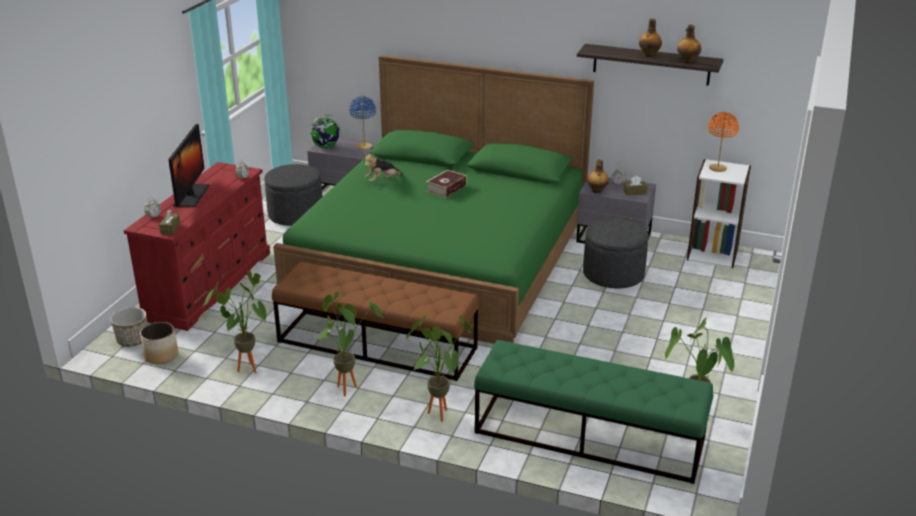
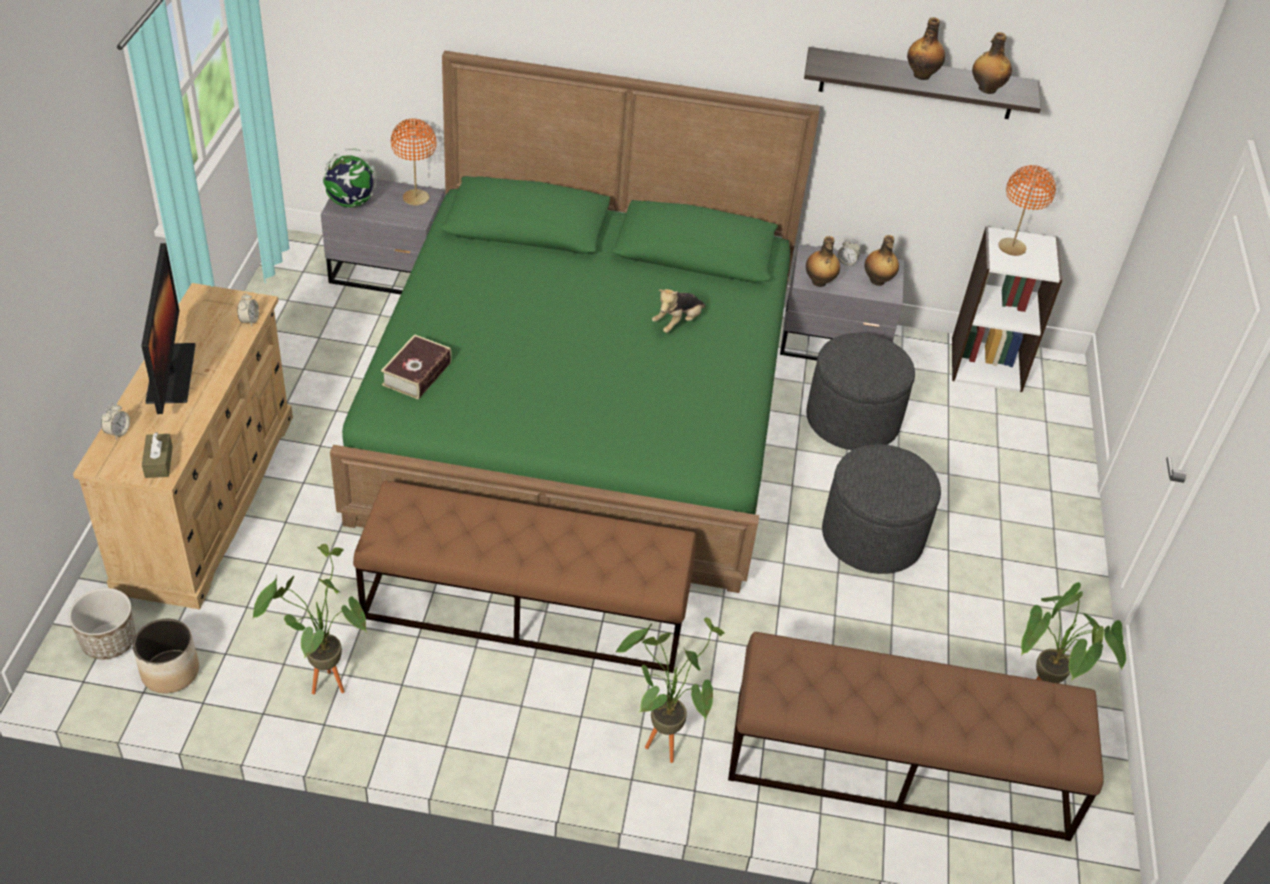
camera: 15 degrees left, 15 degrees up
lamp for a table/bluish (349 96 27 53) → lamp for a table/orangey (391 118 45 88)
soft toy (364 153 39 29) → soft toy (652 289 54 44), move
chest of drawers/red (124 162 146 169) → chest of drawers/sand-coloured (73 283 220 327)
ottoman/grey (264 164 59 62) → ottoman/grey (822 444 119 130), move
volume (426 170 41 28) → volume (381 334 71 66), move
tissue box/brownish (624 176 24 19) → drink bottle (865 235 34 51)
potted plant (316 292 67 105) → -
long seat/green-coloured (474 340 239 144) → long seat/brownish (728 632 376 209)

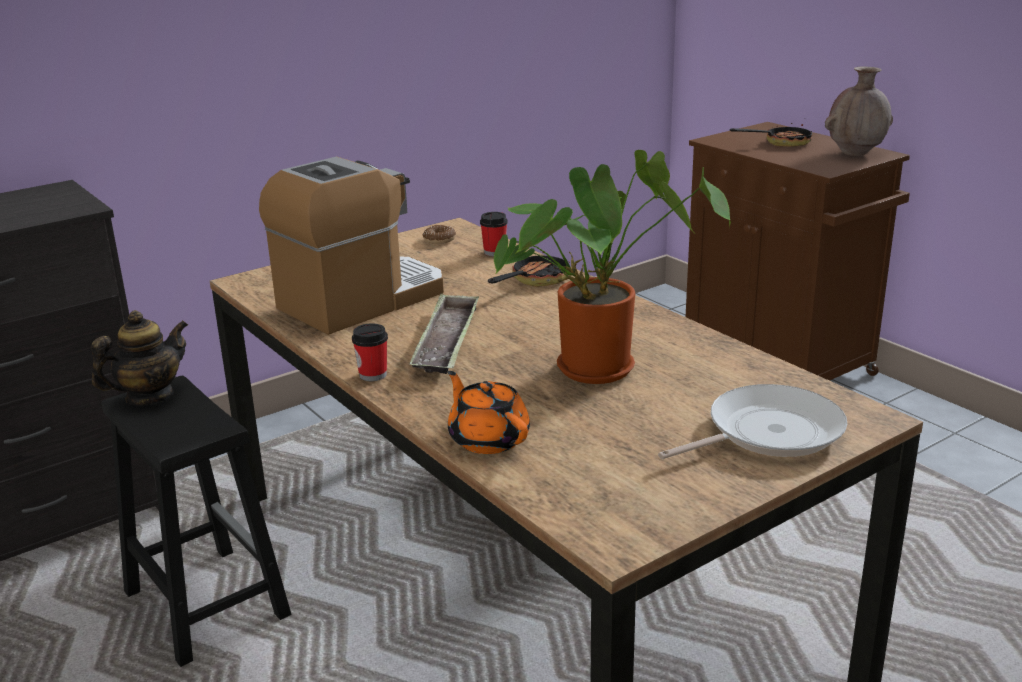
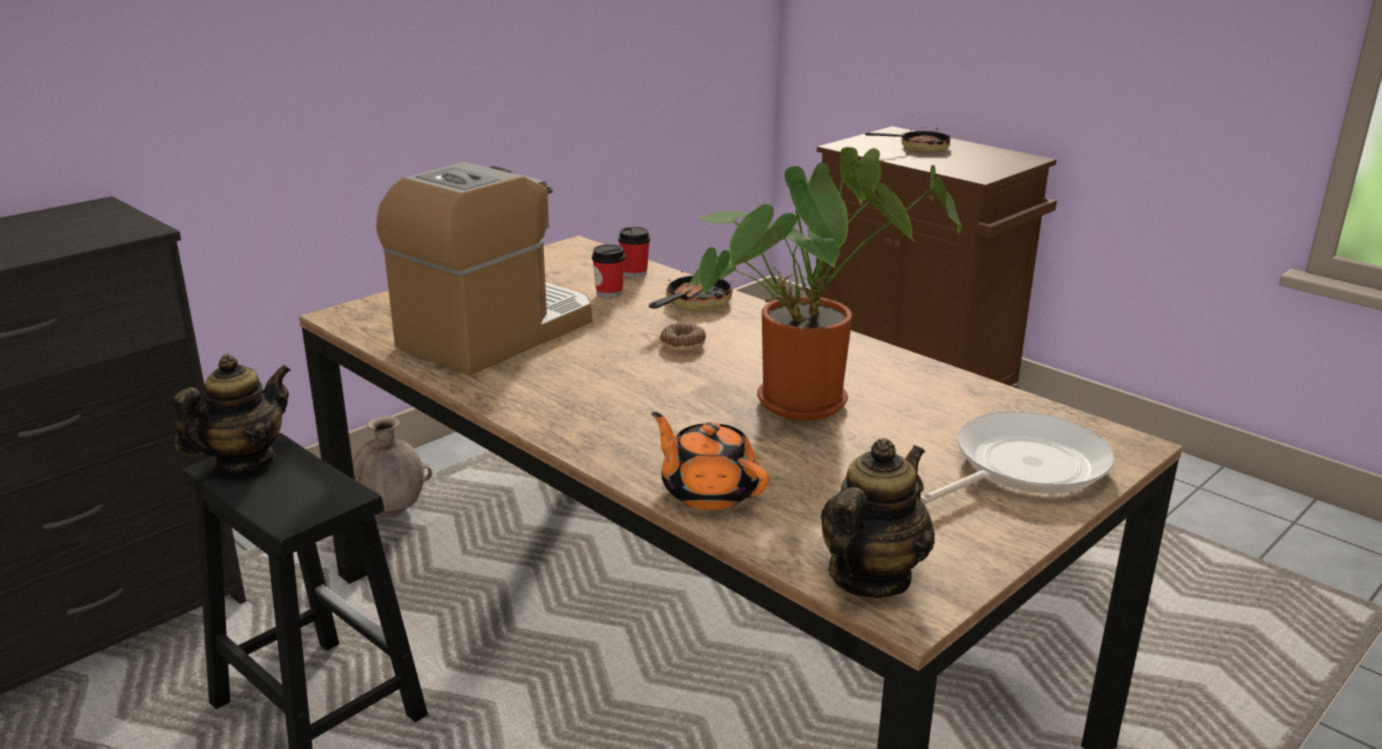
camera: 10 degrees left, 0 degrees up
flower vase/brownish (825 67 68 89) → flower vase/brownish (353 416 79 102), move
donut (423 225 33 19) → donut (660 323 46 28), move
carrying tray (409 293 70 81) → -
drinking cup (352 323 36 58) → drinking cup (592 244 34 54), move
- → pot for tea (821 438 114 160)

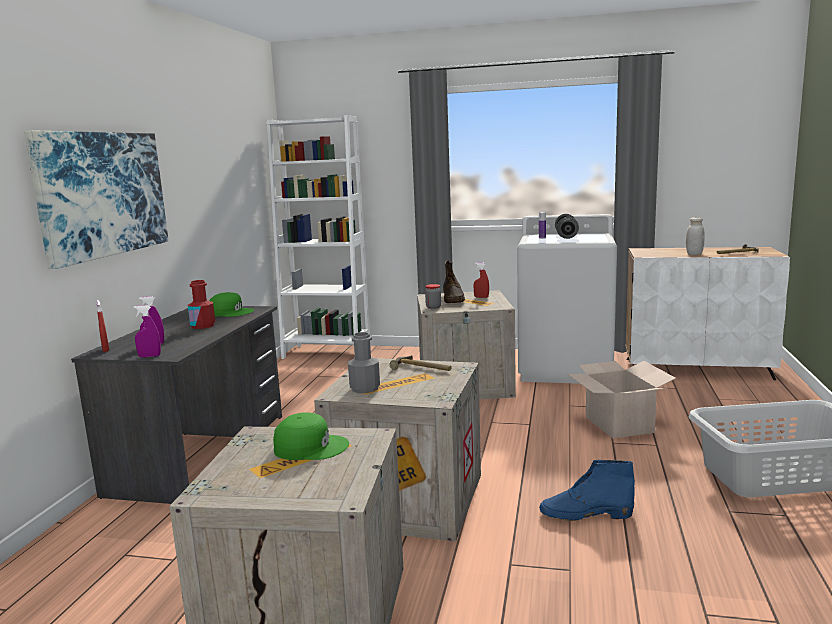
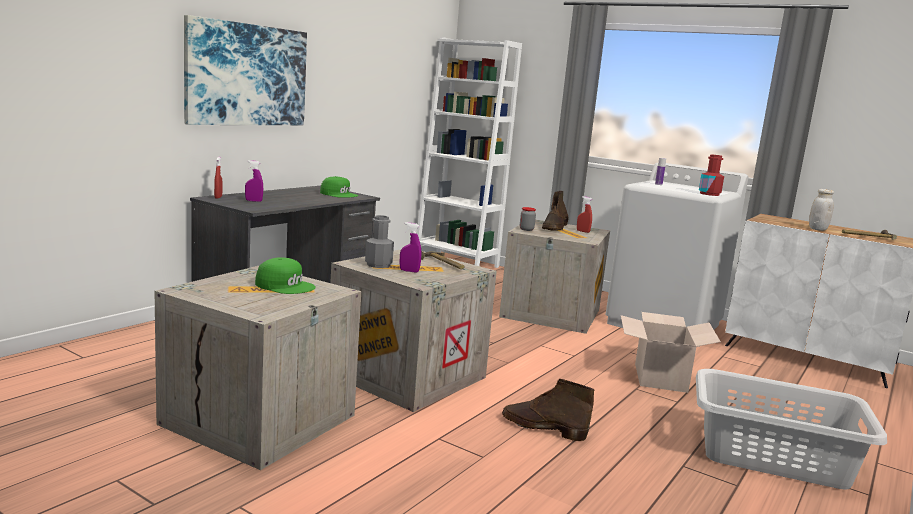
camera: 20 degrees right, 0 degrees up
free weight/grey (555 214 24 25) → -
drink bottle/red (188 280 27 49) → drink bottle/red (699 154 25 42), move
sprayer/purple-coloured (133 305 28 52) → sprayer/purple-coloured (399 222 22 51), move
boot/bluish (539 460 96 61) → boot/brownish (502 379 92 62)

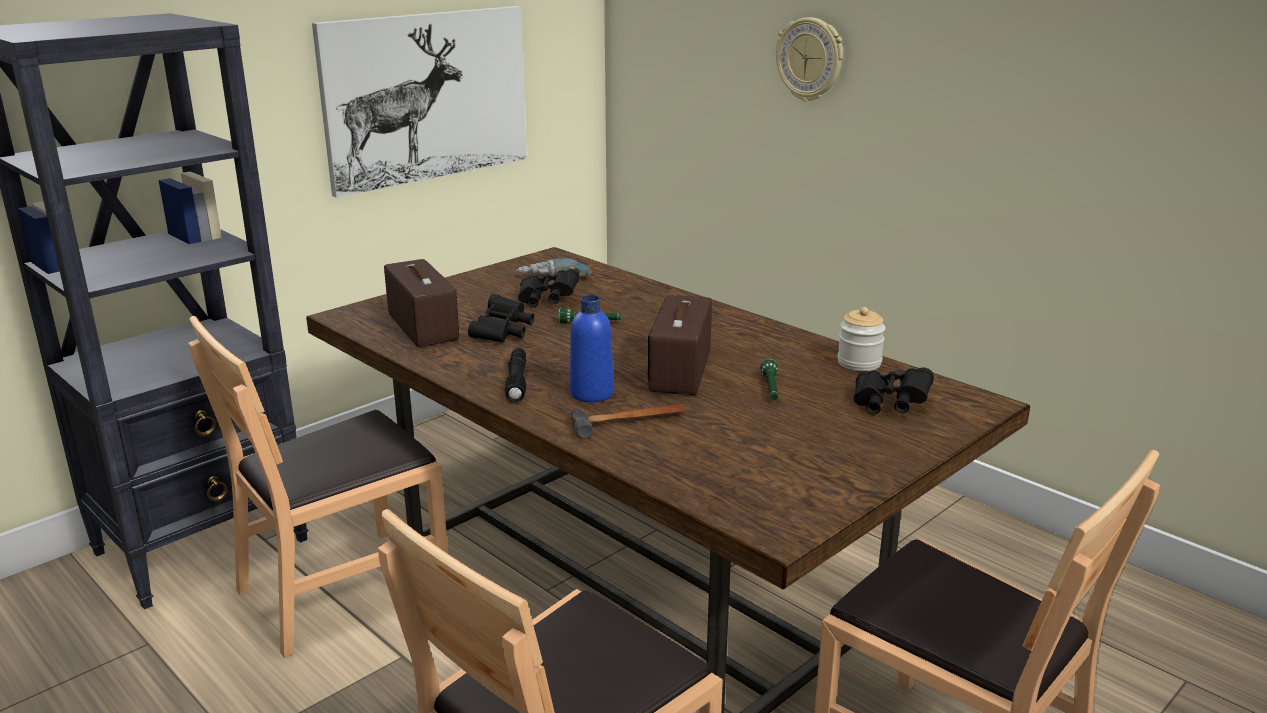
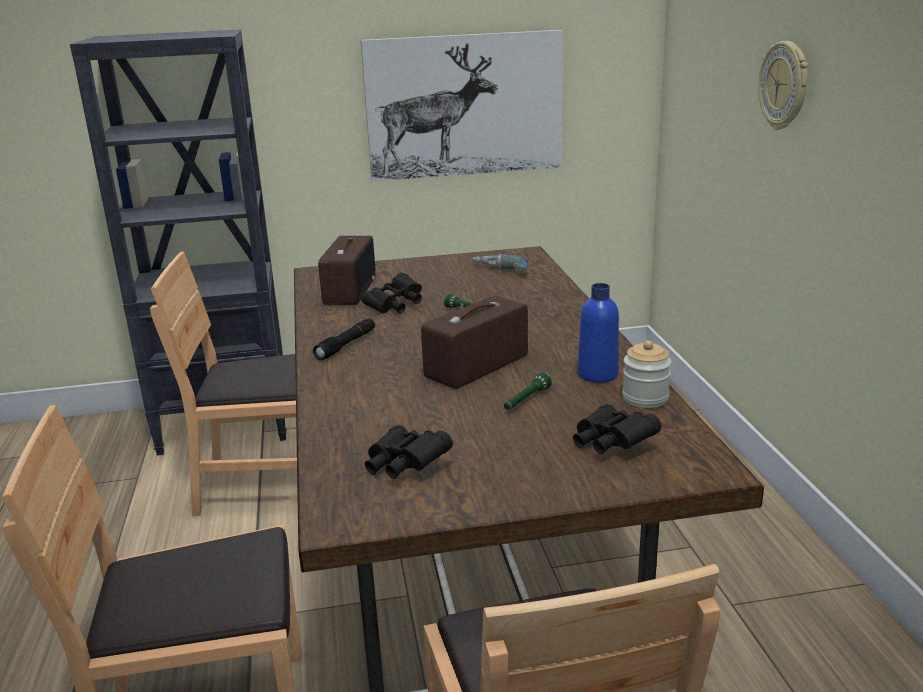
camera: 35 degrees right, 0 degrees up
pair of binoculars/black (518 269 62 39) → pair of binoculars/black (365 425 88 54), move
drink bottle/bluish (570 295 44 107) → drink bottle/bluish (578 283 41 100), move
hand hammer (571 404 114 35) → -

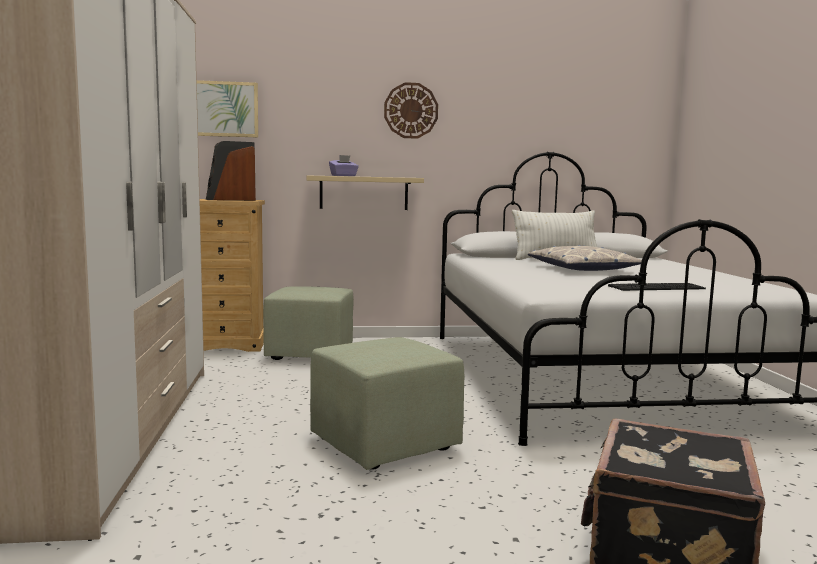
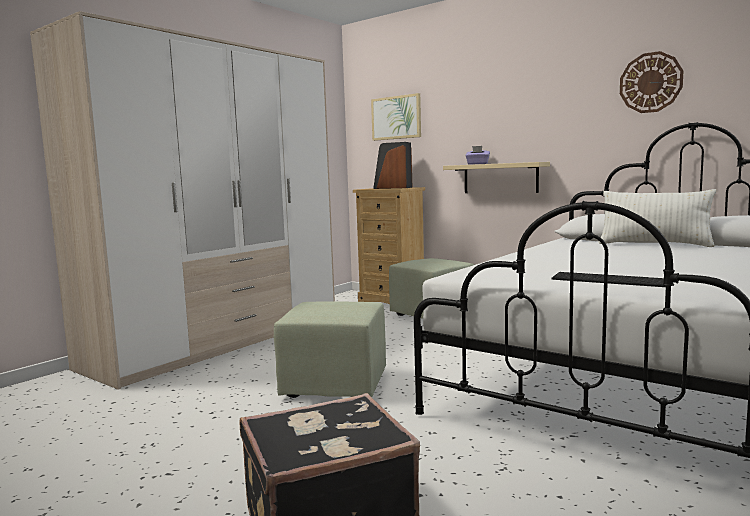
camera: 45 degrees right, 0 degrees up
clock on the wall (384 82 54 57) → clock on the wall (620 51 63 62), move
pillow (528 245 114 26) → -

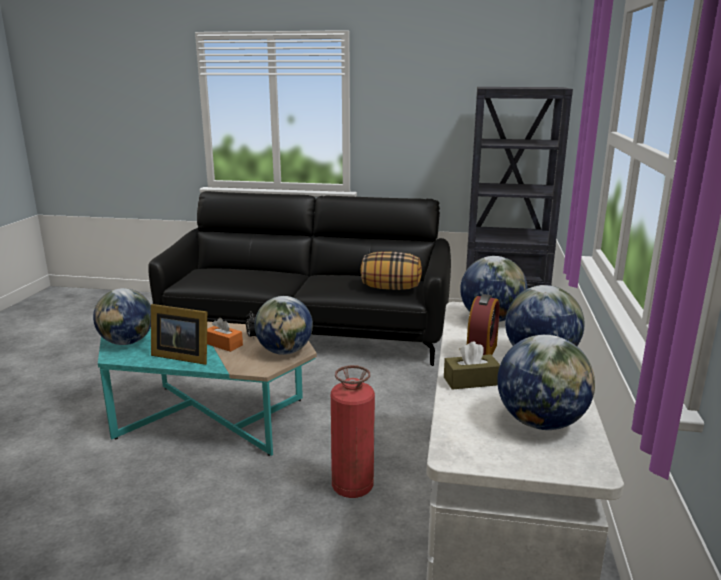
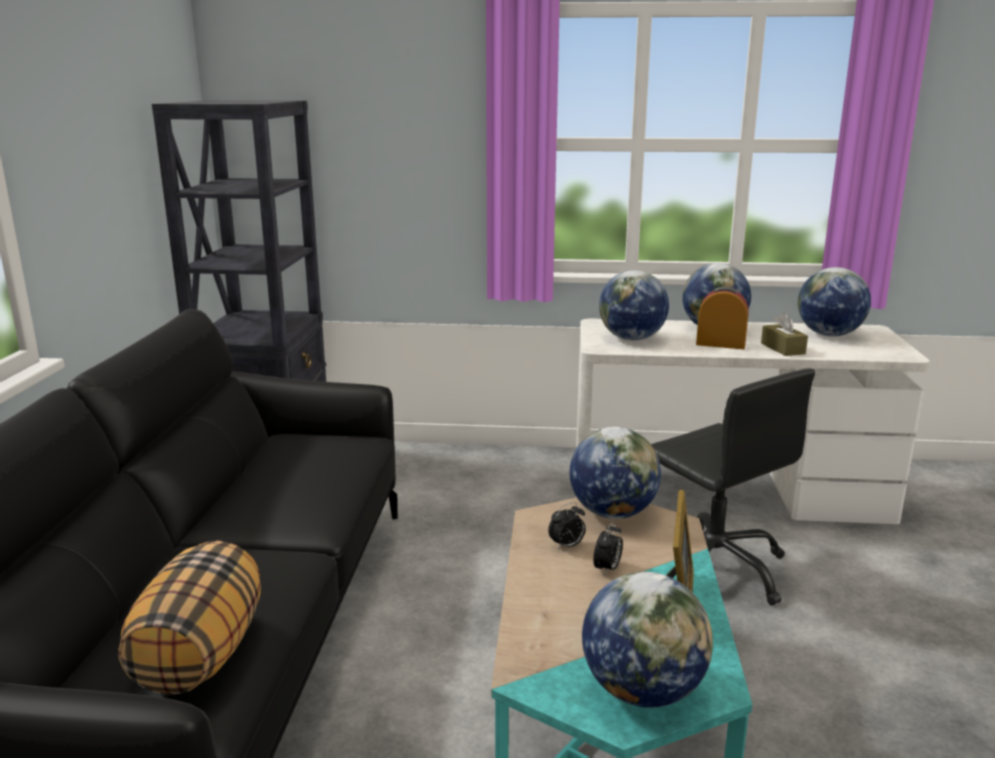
camera: 95 degrees left, 0 degrees up
pillow (361 251 61 39) → pillow (118 540 143 155), move
tissue box/orangey (207 318 36 34) → table clock (593 522 30 52)
fire-fighting cylinder (331 365 44 133) → office chair/black (651 368 164 238)

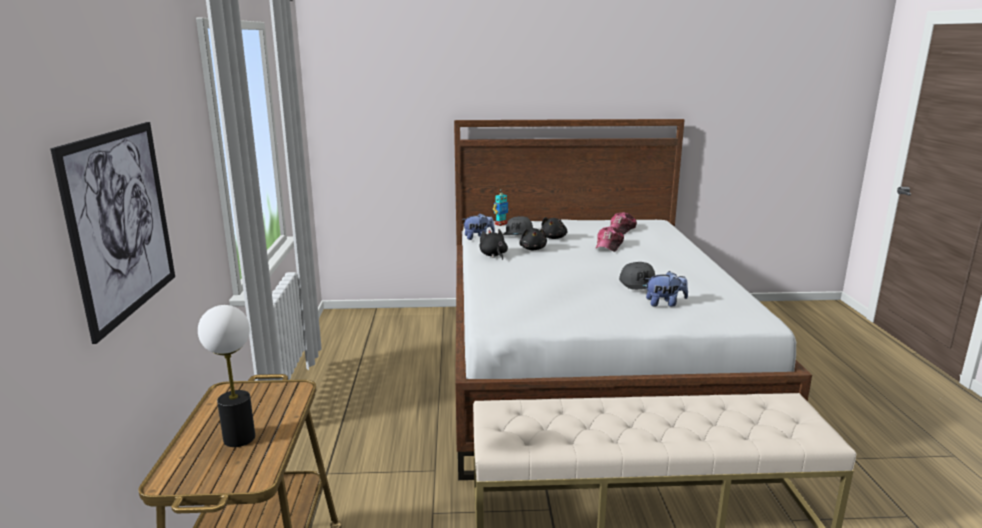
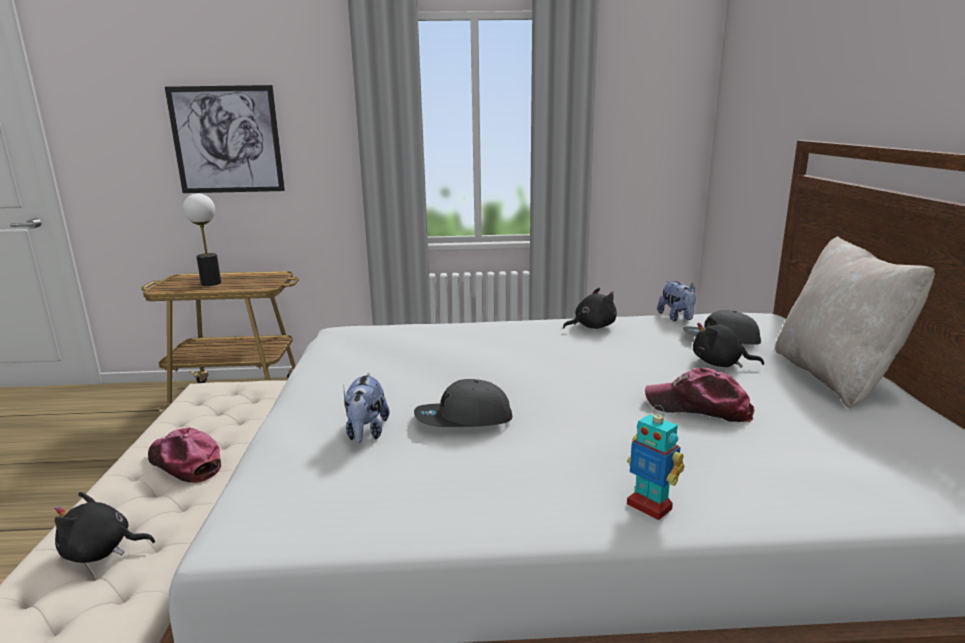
camera: 90 degrees right, 0 degrees up
robot figure (493 189 16 37) → robot figure (627 405 57 115), move
cap (610 212 27 23) → cap (148 428 73 55), move
soft toy/black (519 228 28 22) → soft toy/black (55 492 100 71), move
- → pillow/sand-coloured (775 236 160 173)

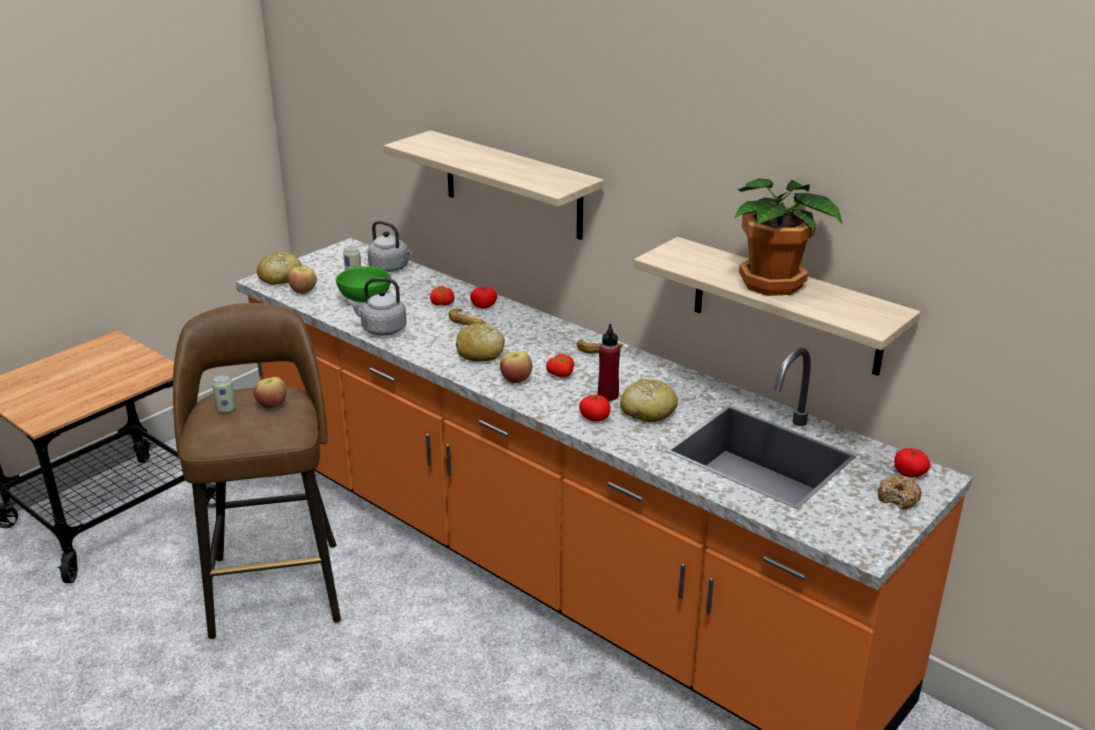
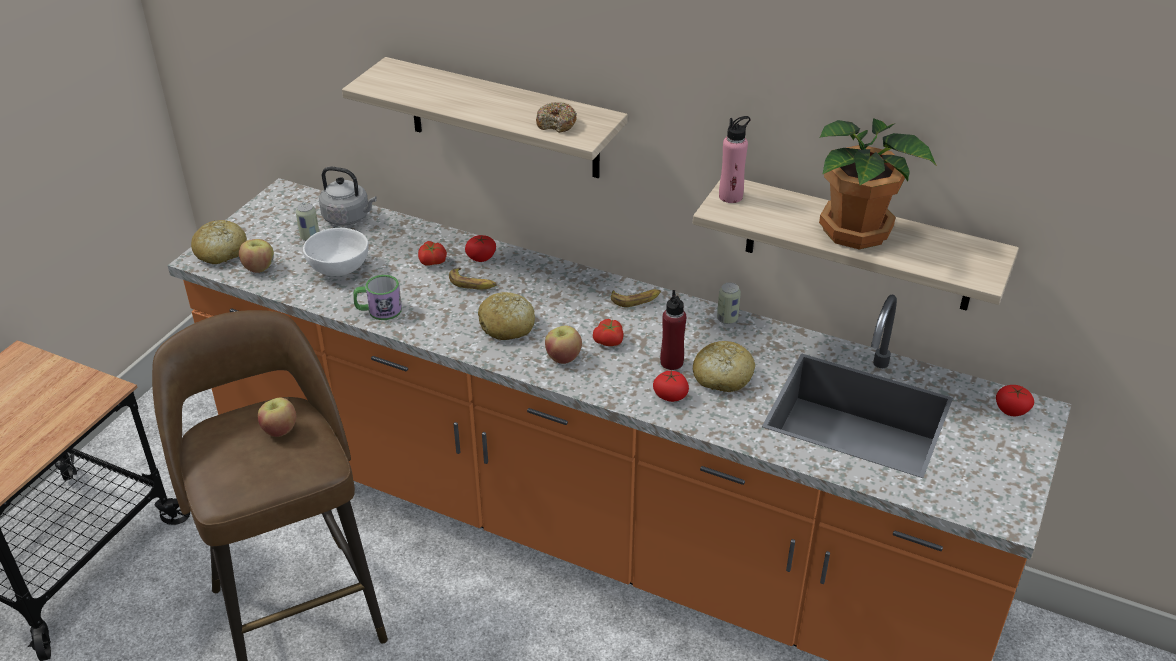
camera: 15 degrees left, 10 degrees up
bowl/green-coloured (336 266 55 36) → bowl/whitish (303 228 66 48)
water kettle/grey (348 278 59 58) → tea mug (353 275 49 45)
metal can (212 375 24 38) → metal can (717 283 24 41), move
donut (878 475 44 34) → donut (536 102 41 31), move
- → drink bottle/pinkish (719 116 32 87)

